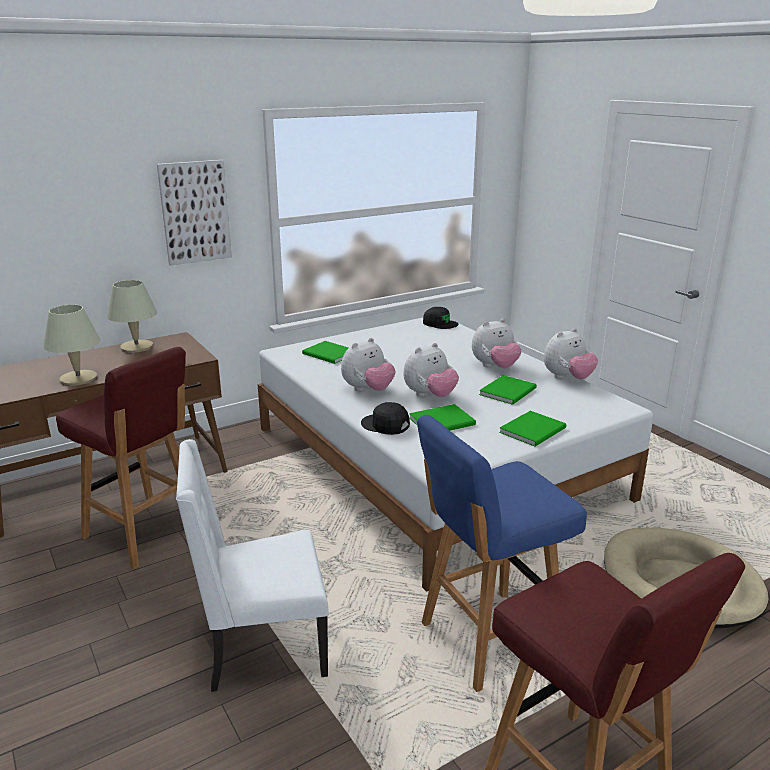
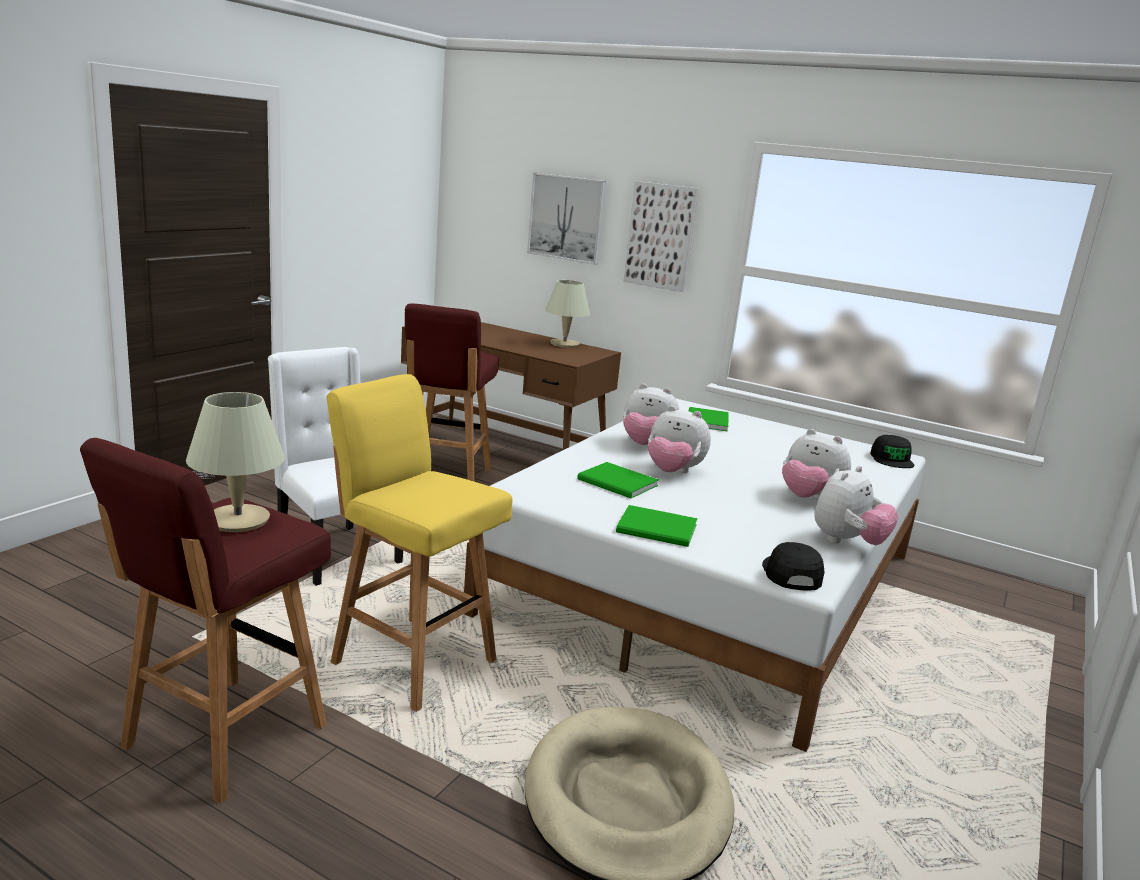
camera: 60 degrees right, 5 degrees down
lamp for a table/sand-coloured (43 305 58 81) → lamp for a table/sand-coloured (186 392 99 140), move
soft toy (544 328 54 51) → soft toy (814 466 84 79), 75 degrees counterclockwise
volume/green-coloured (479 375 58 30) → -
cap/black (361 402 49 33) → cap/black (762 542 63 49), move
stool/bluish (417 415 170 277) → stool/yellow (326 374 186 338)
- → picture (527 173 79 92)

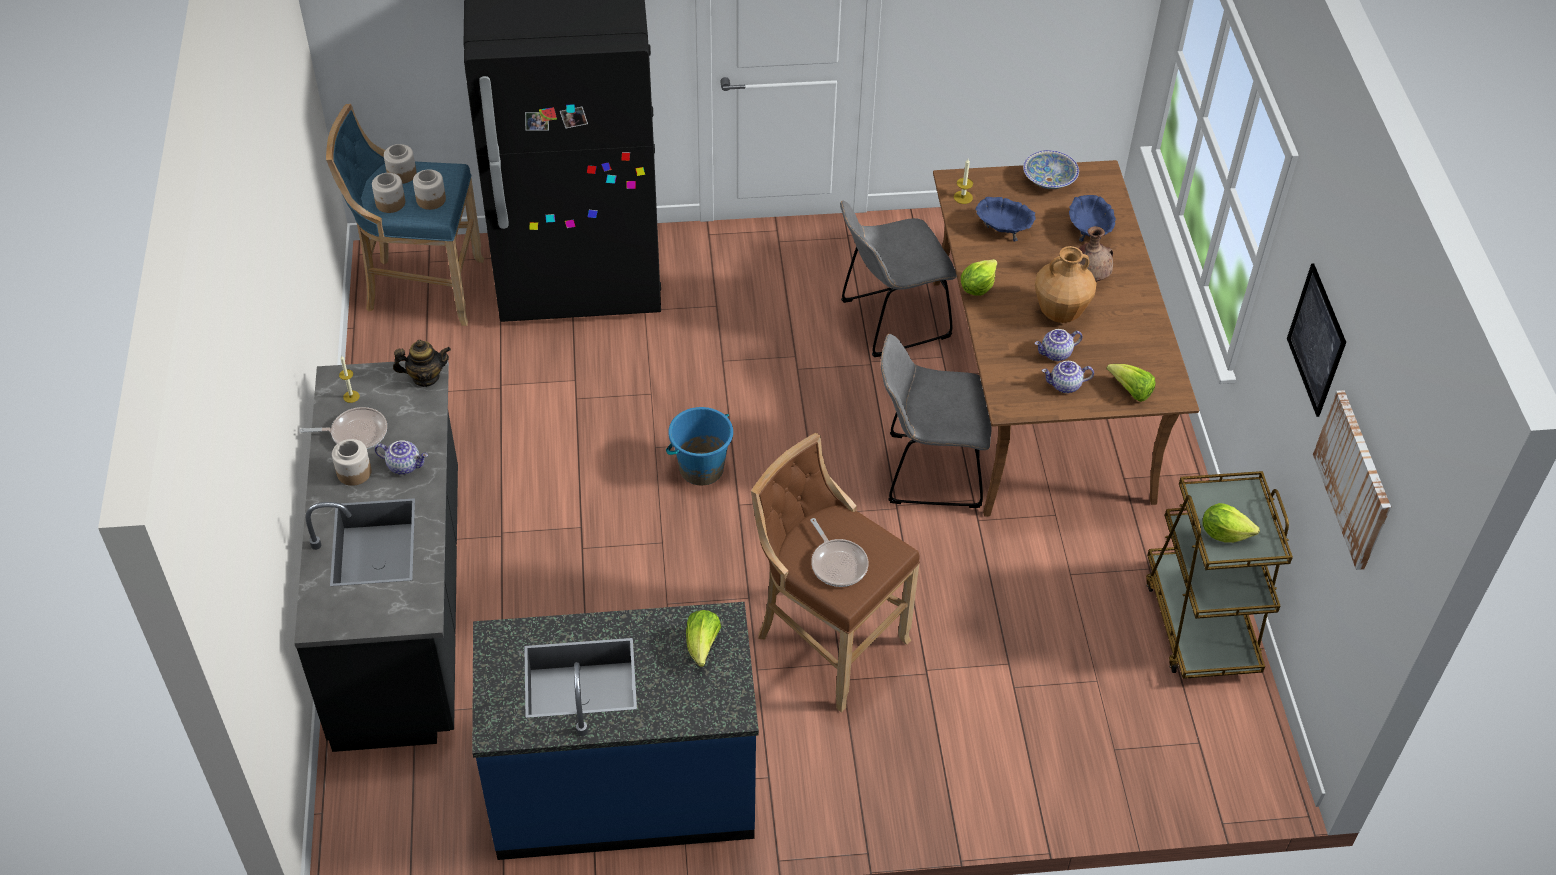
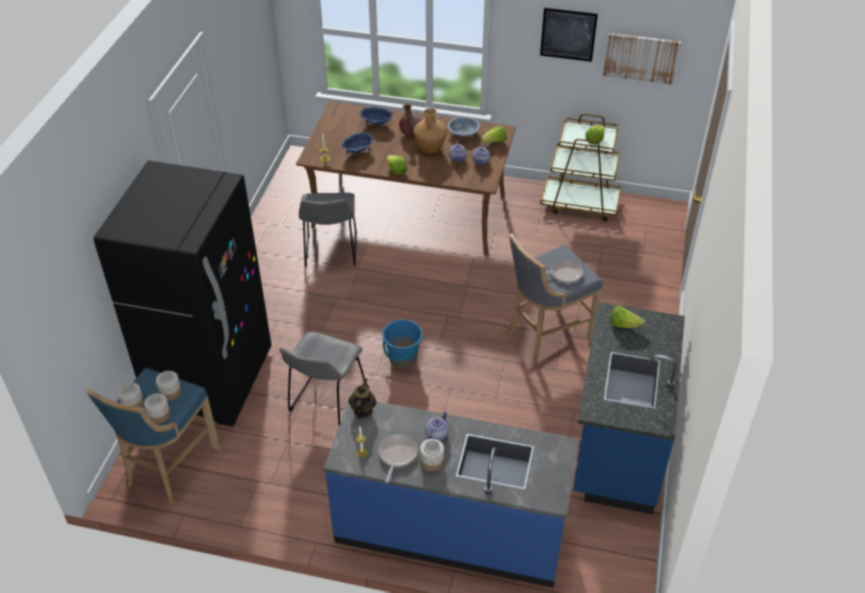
camera: 70 degrees left, 5 degrees down
bowl (1023 150 56 39) → bowl (448 116 32 21), move
upright chair/grey (881 334 111 174) → upright chair/grey (279 331 86 95), move
kitchen counter/black (294 360 164 392) → kitchen counter/bluish (323 401 256 187)
stool/brownish (751 433 169 279) → stool/grey (507 233 95 131)

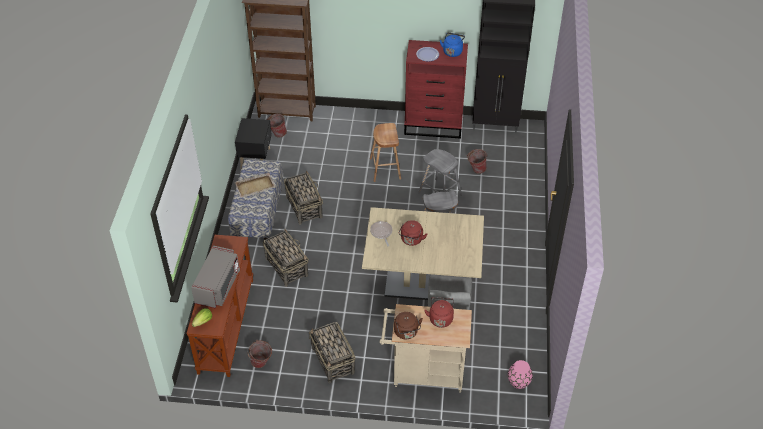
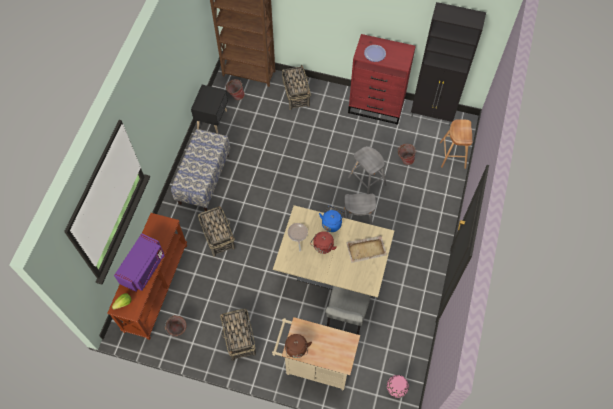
camera: 10 degrees right, 15 degrees up
water kettle/bluish (440 32 25 25) → water kettle/bluish (319 206 26 26), move
stool/brownish (370 123 31 59) → stool/brownish (440 119 33 50), move
household basket (284 170 39 55) → household basket (282 65 29 45), move
carrying tray/sand-coloured (234 172 42 26) → carrying tray/sand-coloured (346 235 41 28), move
microwave oven/grey (191 245 49 64) → microwave oven/purple-coloured (114 233 50 59)
water kettle/red (424 297 30 31) → -

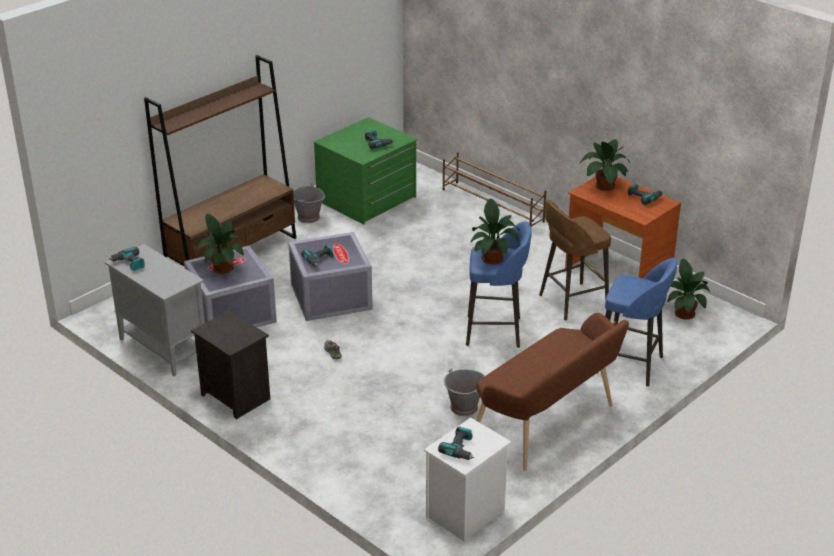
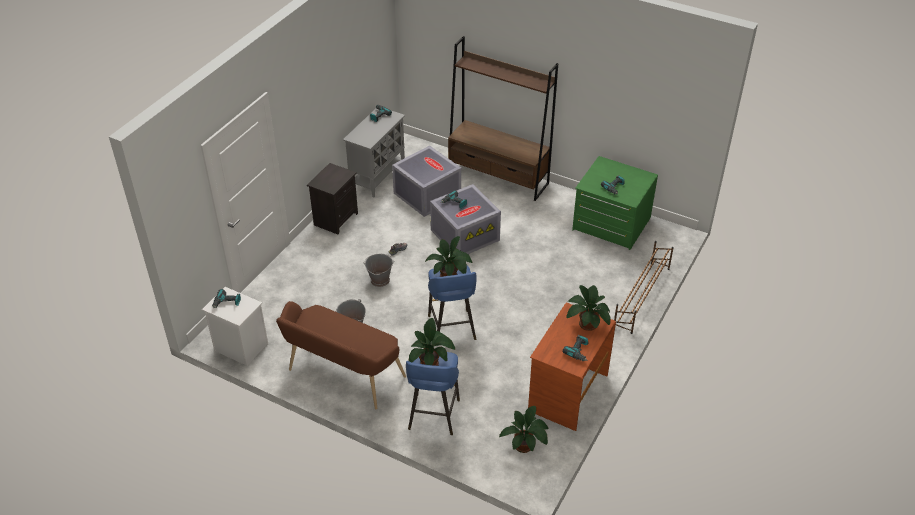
camera: 75 degrees right, 10 degrees up
water bucket/grey (293 183 32 40) → water bucket/grey (363 254 30 33), move
stool/brownish (539 200 72 121) → -
potted plant (195 214 49 60) → potted plant (408 318 47 48), move

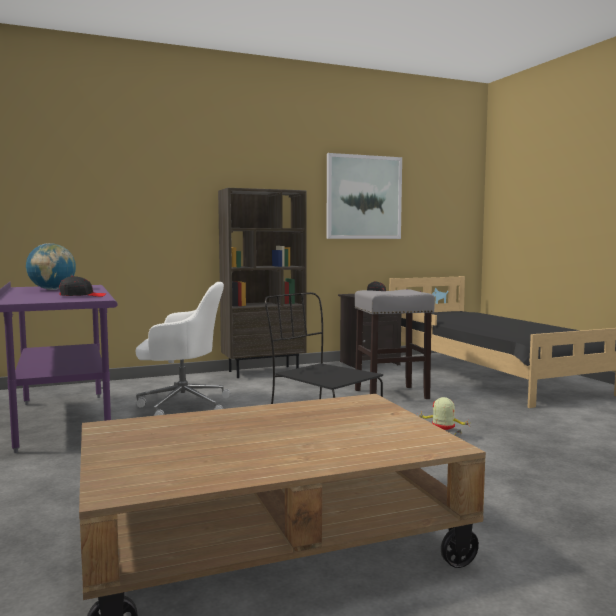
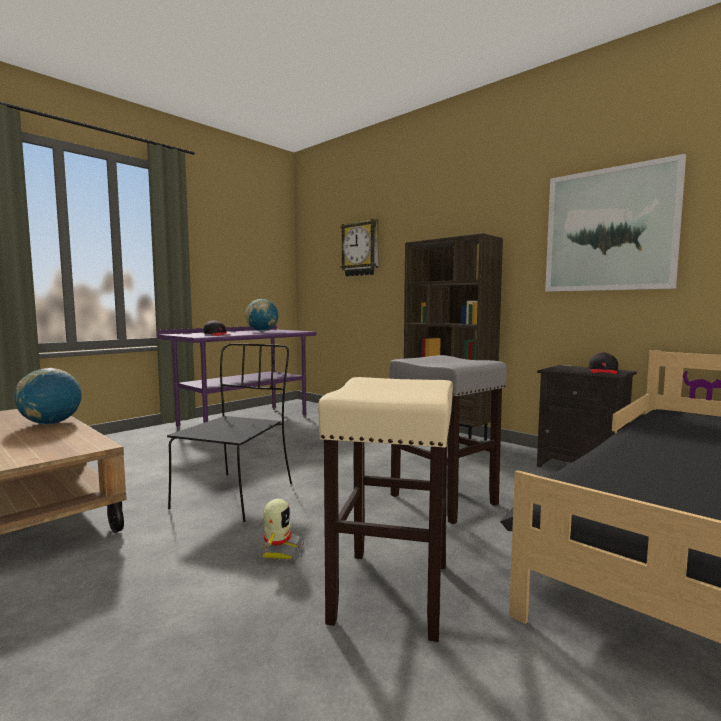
camera: 65 degrees right, 0 degrees up
office chair/whitish (136 282 94 134) → -
- → clock on the wall (340 219 38 57)
- → desk globe (14 368 68 57)
- → stool/sand-coloured (318 377 135 265)

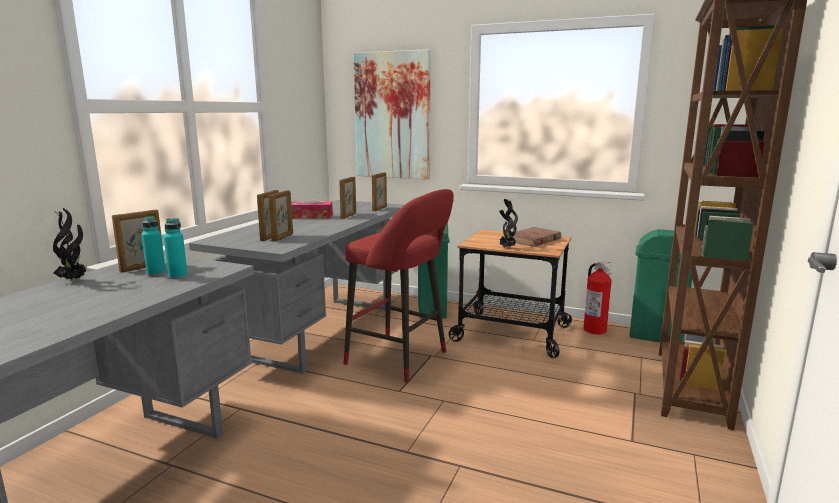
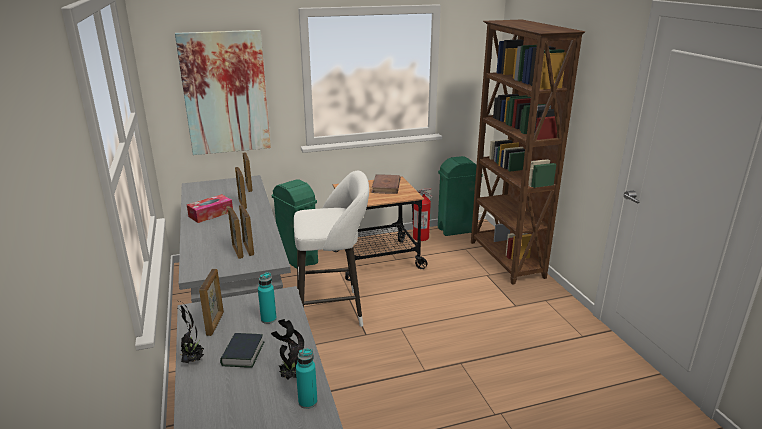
camera: 40 degrees left, 10 degrees up
stool/red (343 189 111 194) → stool/whitish (294 171 75 156)
potted plant (499 199 19 49) → potted plant (271 319 33 61), move
drink bottle/blue-green (141 216 25 60) → drink bottle/blue-green (296 349 21 60), move
- → volume (220 333 44 35)

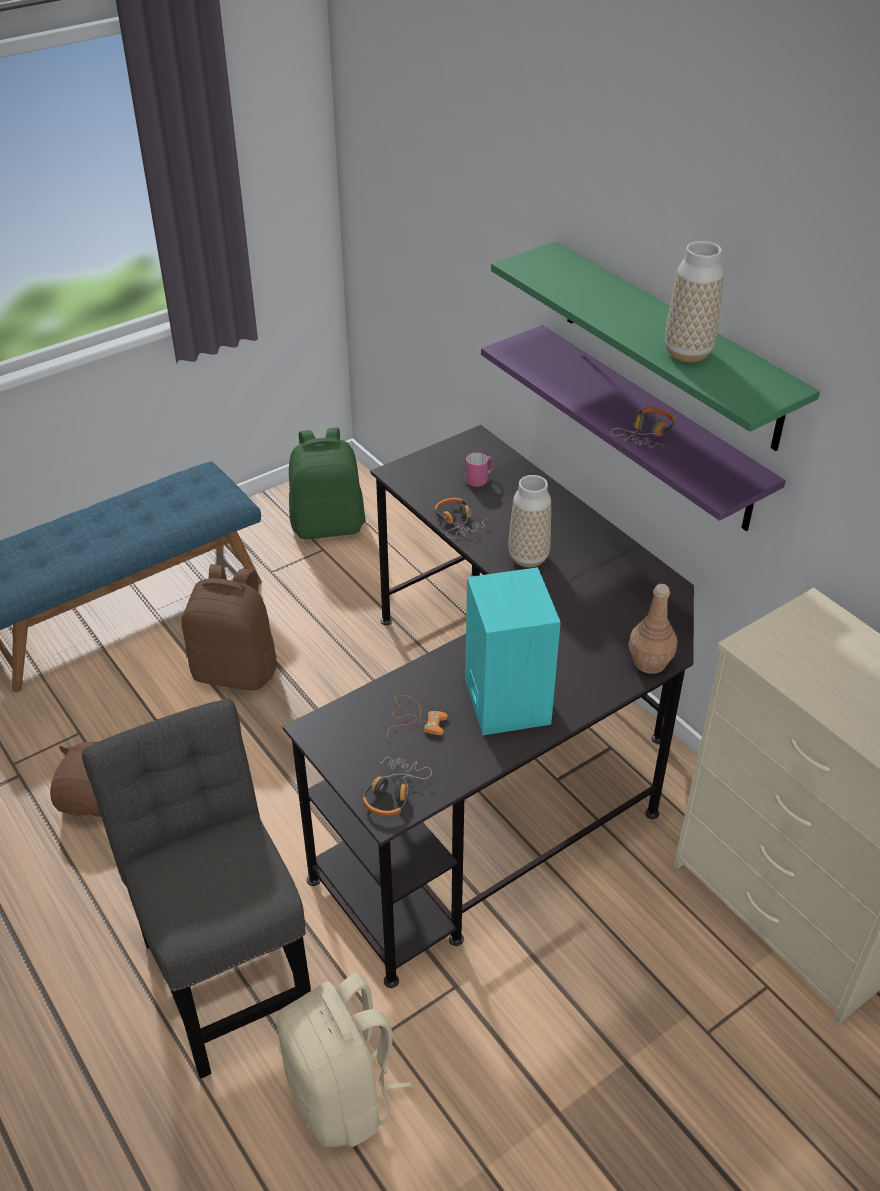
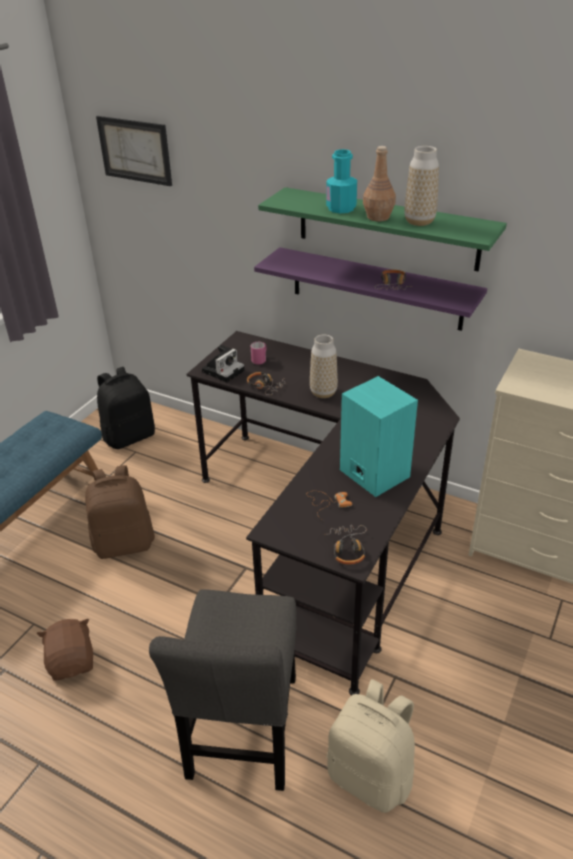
camera: 25 degrees left, 5 degrees down
backpack/green-coloured (289 428 77 111) → backpack/black (97 367 58 82)
drink bottle/brownish (629 584 48 90) → drink bottle/brownish (363 146 33 75), move
upright chair/grey (82 698 229 381) → upright chair/grey (149 589 148 202), 120 degrees counterclockwise
- → picture (96 116 76 70)
- → drink bottle/blue-green (326 149 31 64)
- → photo camera (202 345 43 38)

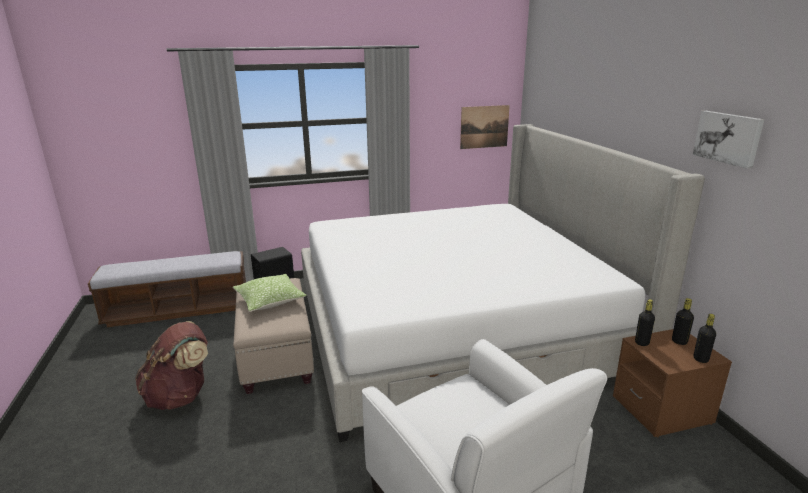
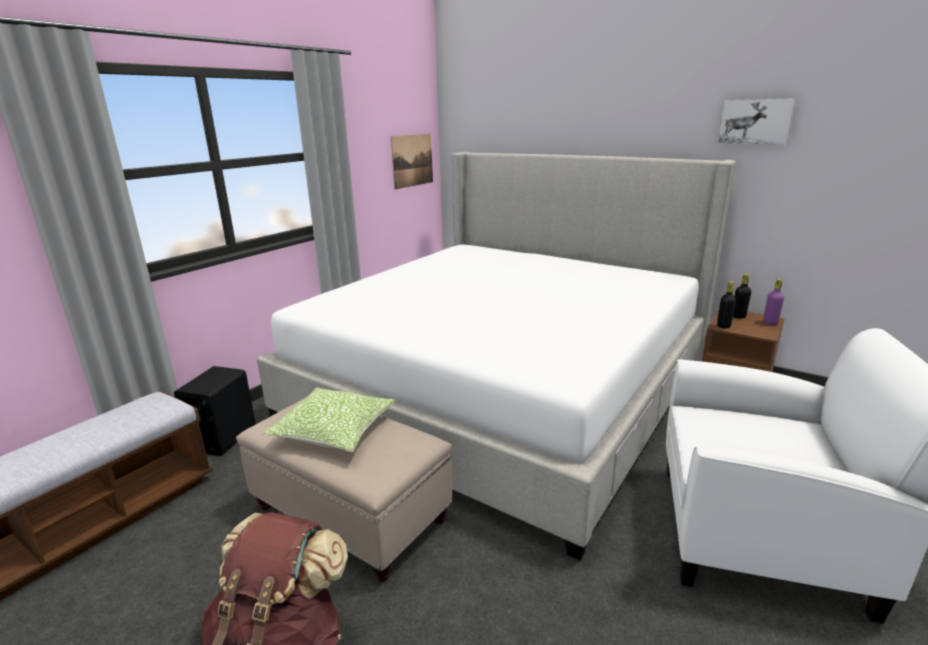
camera: 40 degrees left, 0 degrees up
drink bottle/black (694 314 22 49) → drink bottle/purple-coloured (763 279 21 46)

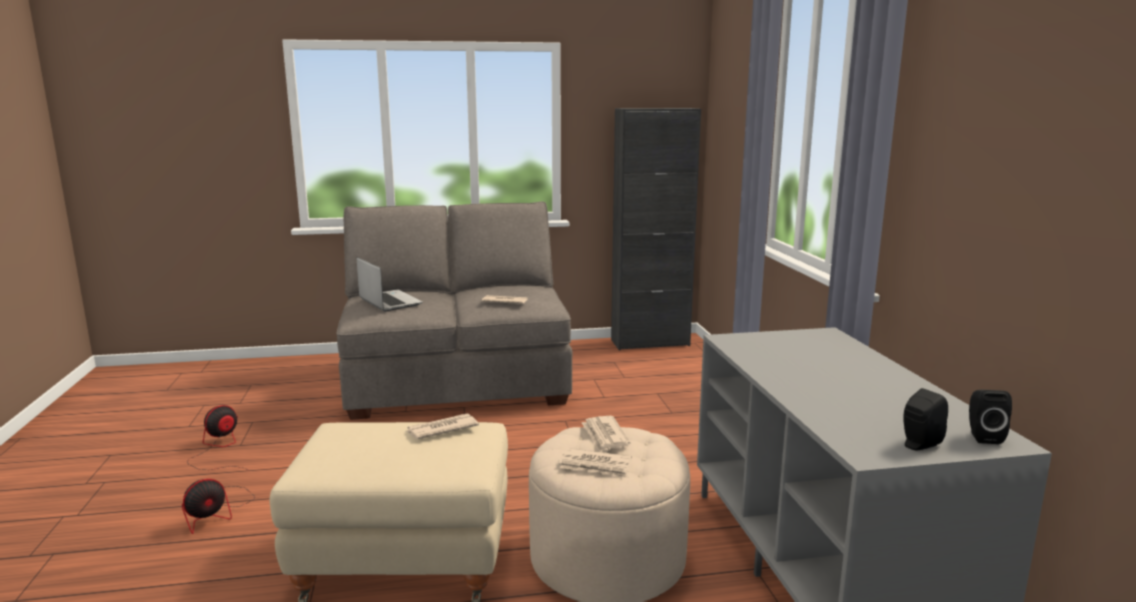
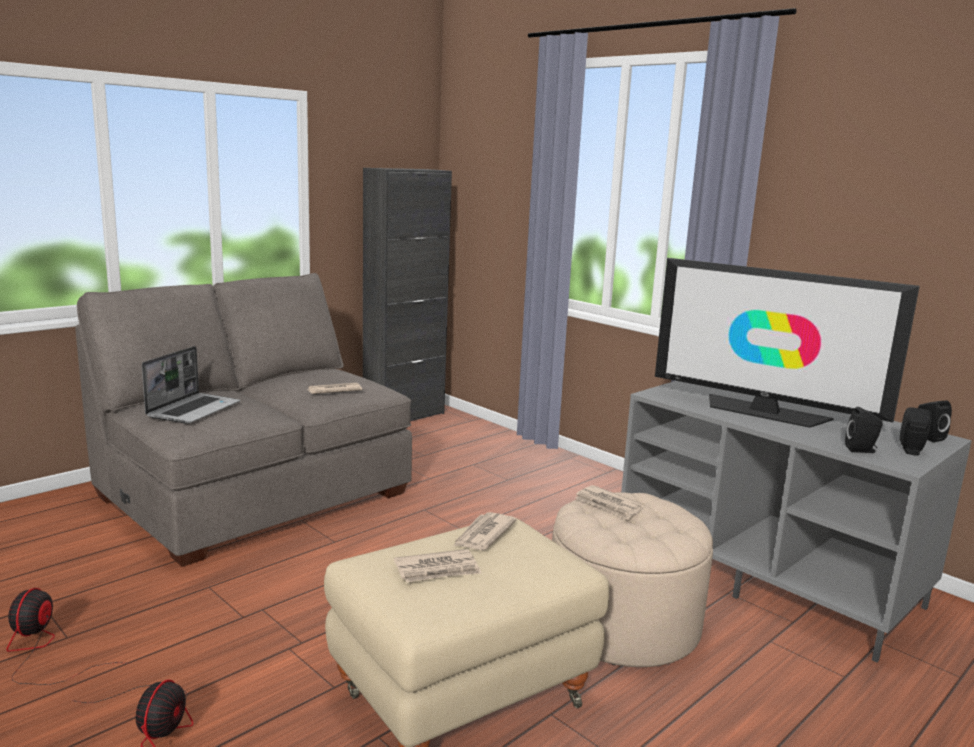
camera: 35 degrees left, 0 degrees up
laptop (357 257 66 54) → laptop (142 346 98 78), 90 degrees clockwise
printed paper (559 448 73 30) → printed paper (394 549 88 34), move
- → TV (655 258 265 170)
- → loudspeaker/black (845 407 38 46)

